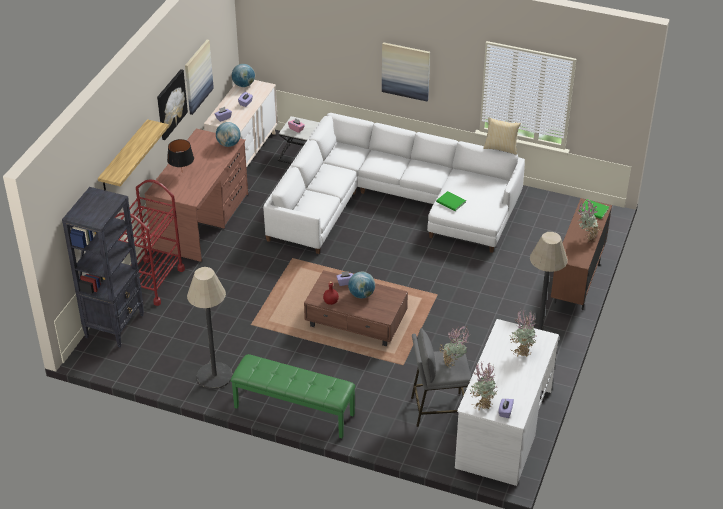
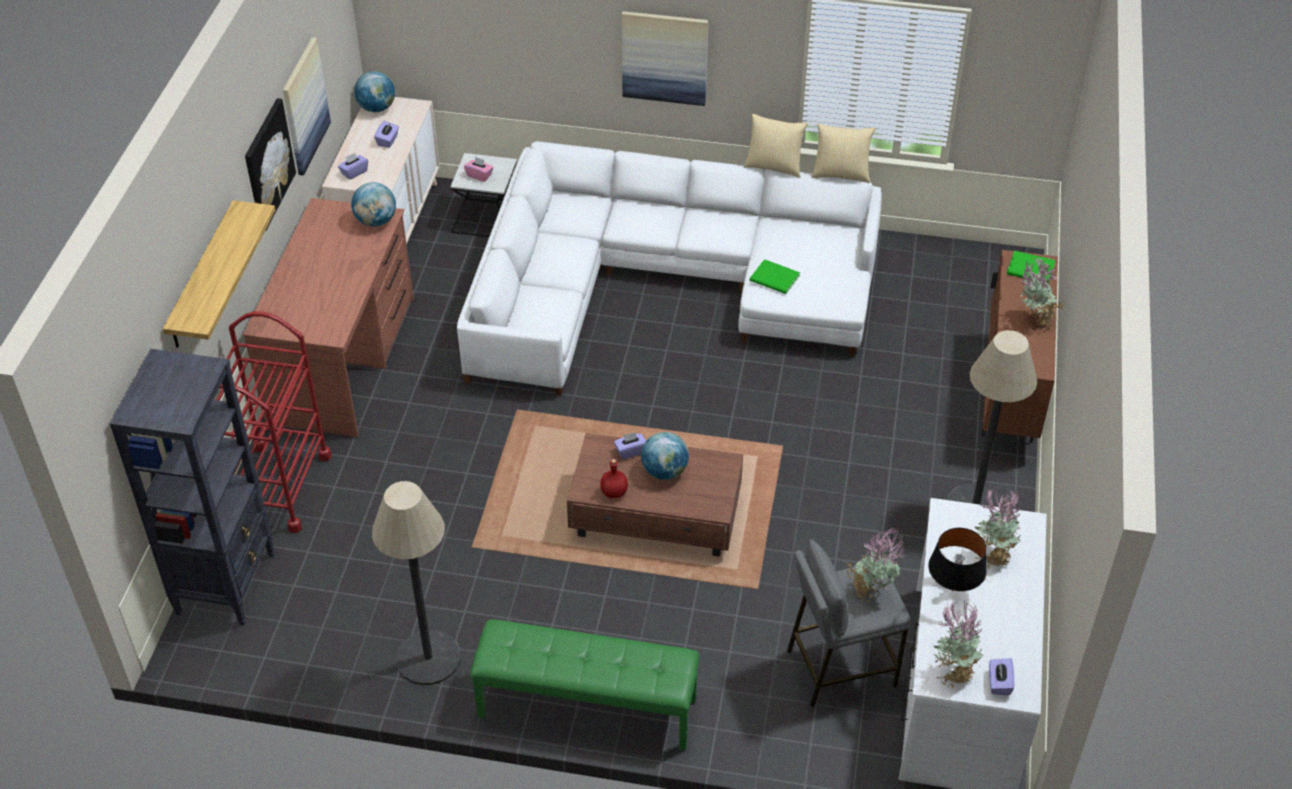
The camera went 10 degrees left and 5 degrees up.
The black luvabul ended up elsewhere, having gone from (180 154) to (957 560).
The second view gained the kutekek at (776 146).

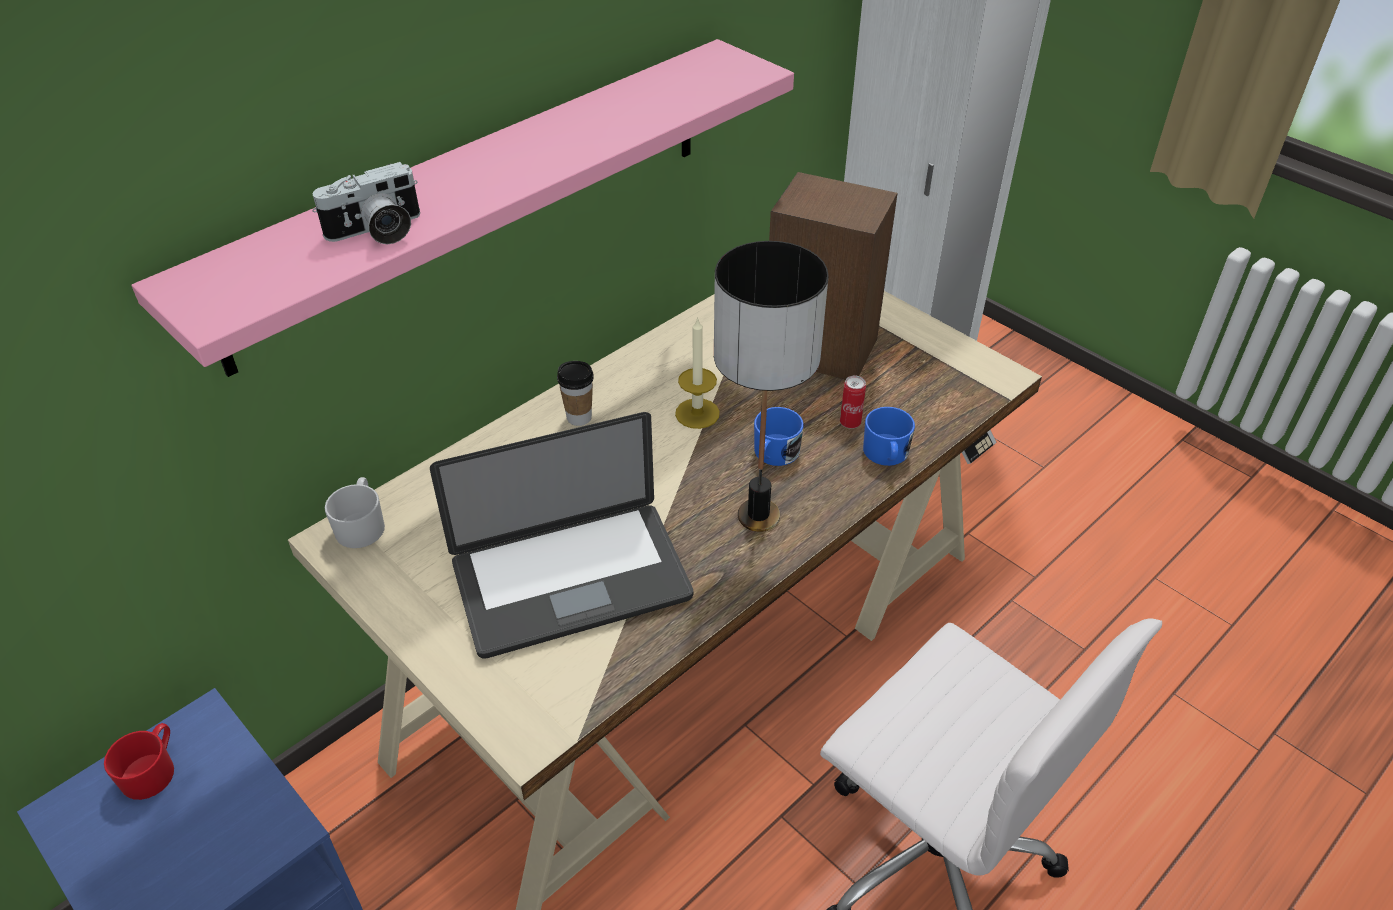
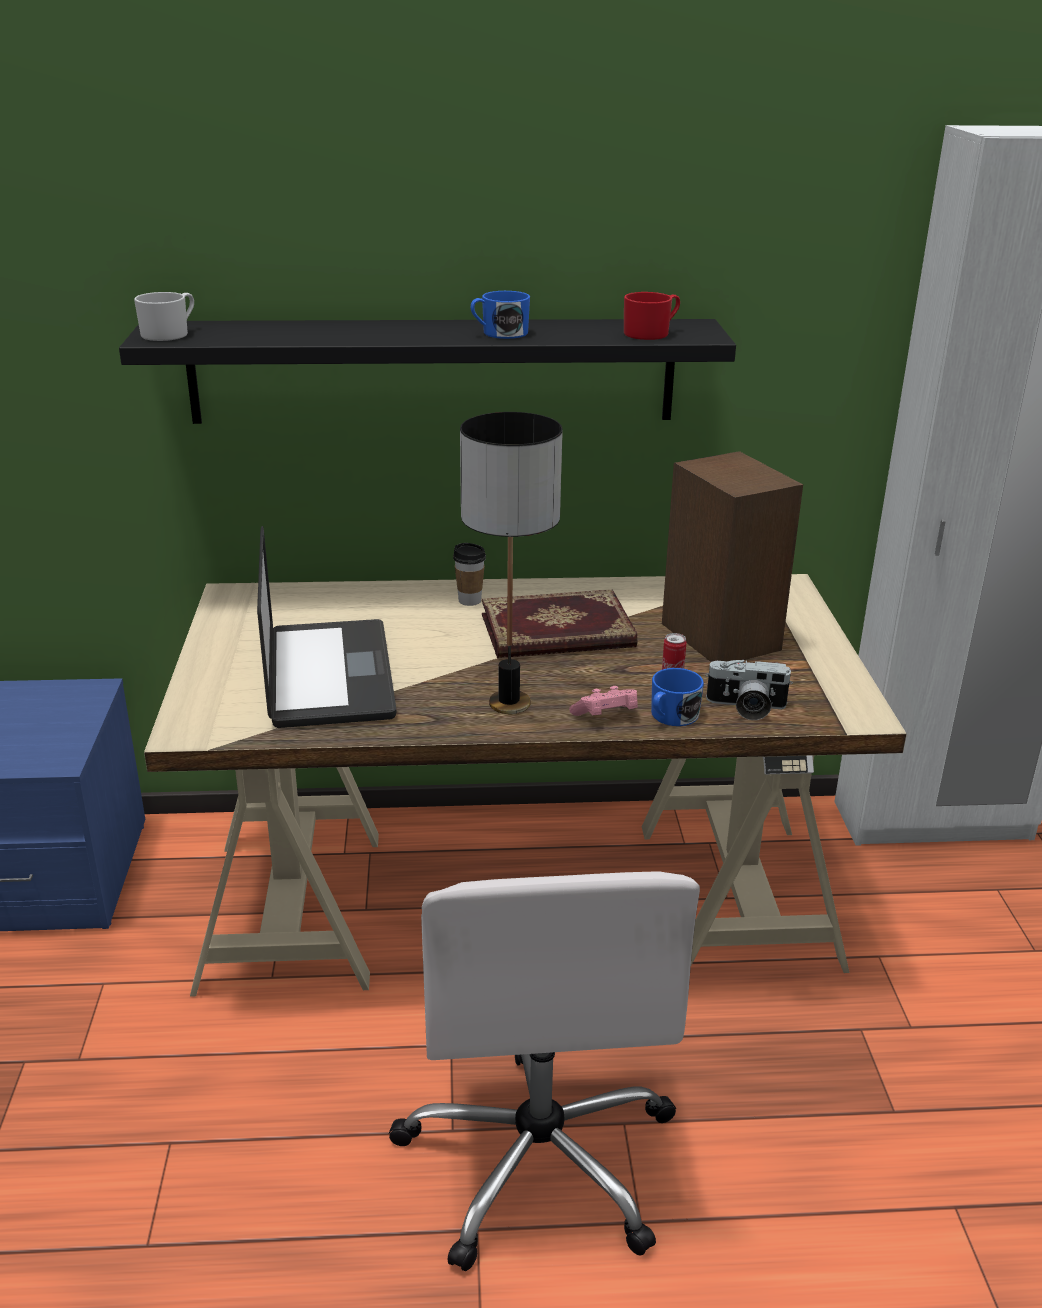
The camera went 40 degrees right and 15 degrees down.
What was the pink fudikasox at (462 208) turned into the black fudikasox at (427 371).
The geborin ended up elsewhere, having gone from (366 203) to (749 690).
Where the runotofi stood at (697 373), the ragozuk came to stand at (559 623).
The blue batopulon ended up elsewhere, having gone from (779 436) to (500 315).
The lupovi at (561 535) ended up facing another way, 120 degrees counterclockwise from before.
The white batopulon ended up elsewhere, having gone from (355 512) to (164 316).
The red batopulon ended up elsewhere, having gone from (139 761) to (652 316).
The second view gained the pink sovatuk at (603 701).

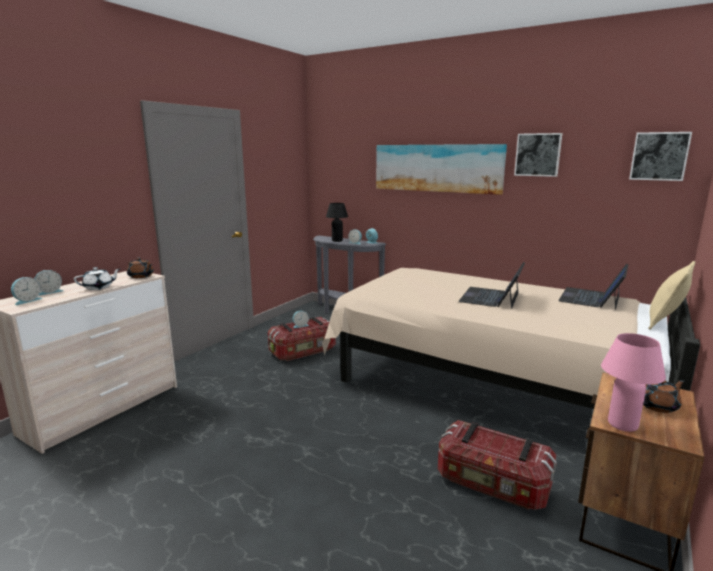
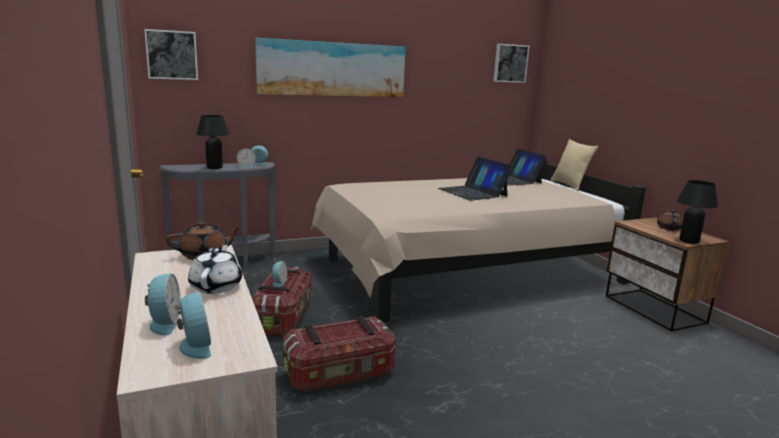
The camera went 55 degrees left and 0 degrees up.
The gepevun ended up elsewhere, having gone from (538 155) to (171 54).
What was the pink luvabul at (633 382) turned into the black luvabul at (697 212).
The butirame ended up elsewhere, having gone from (497 465) to (339 354).

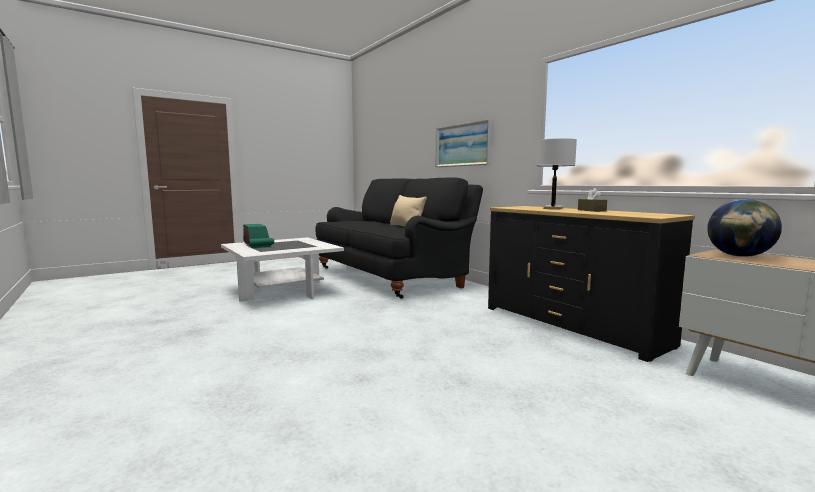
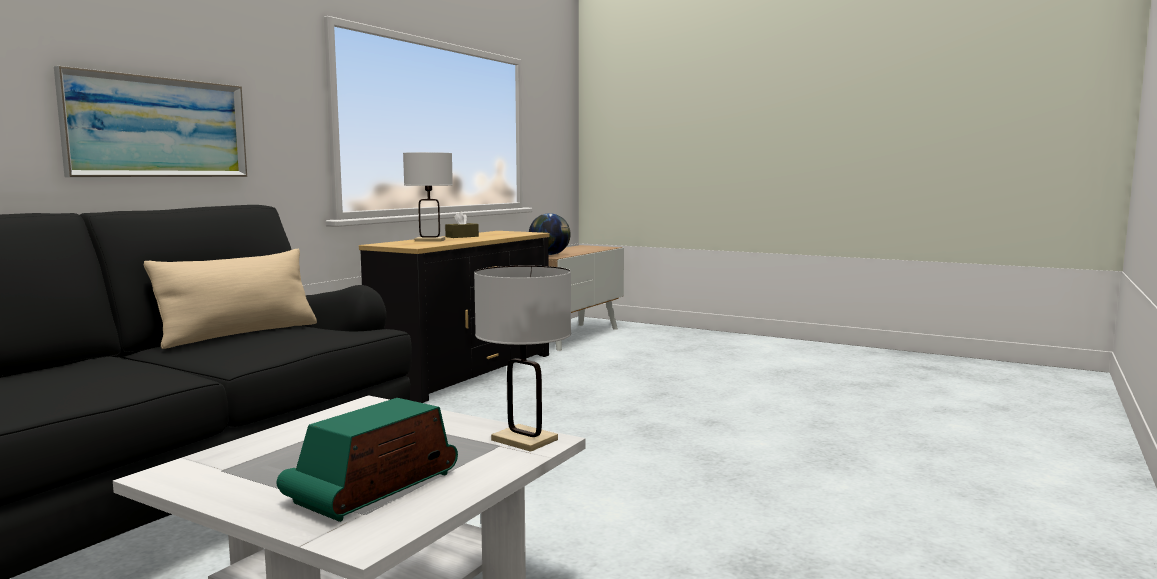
The camera went 115 degrees left and 0 degrees up.
The second view gained the white luvabul at (522 359).

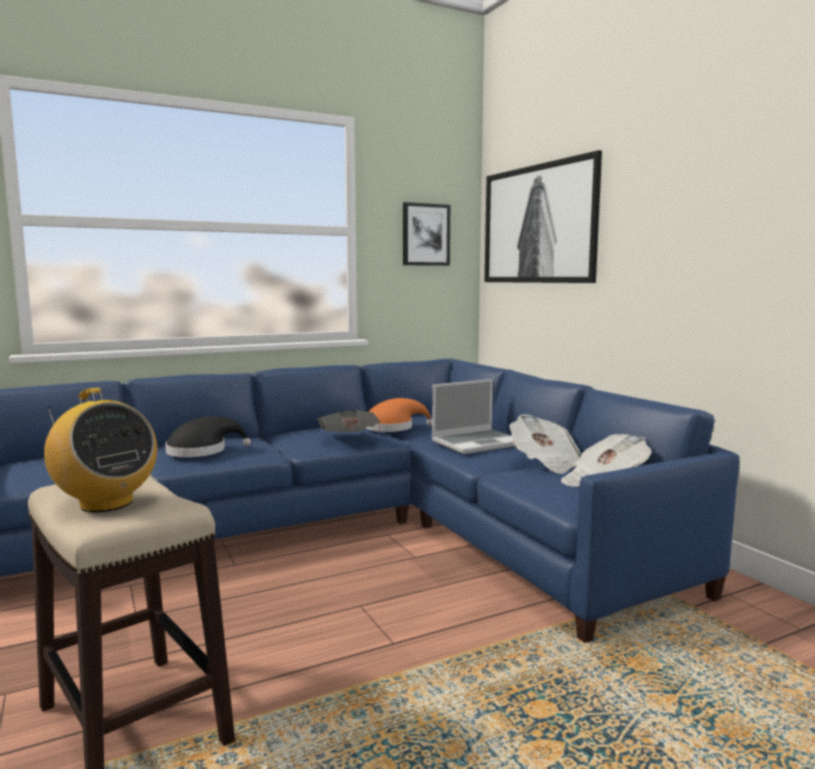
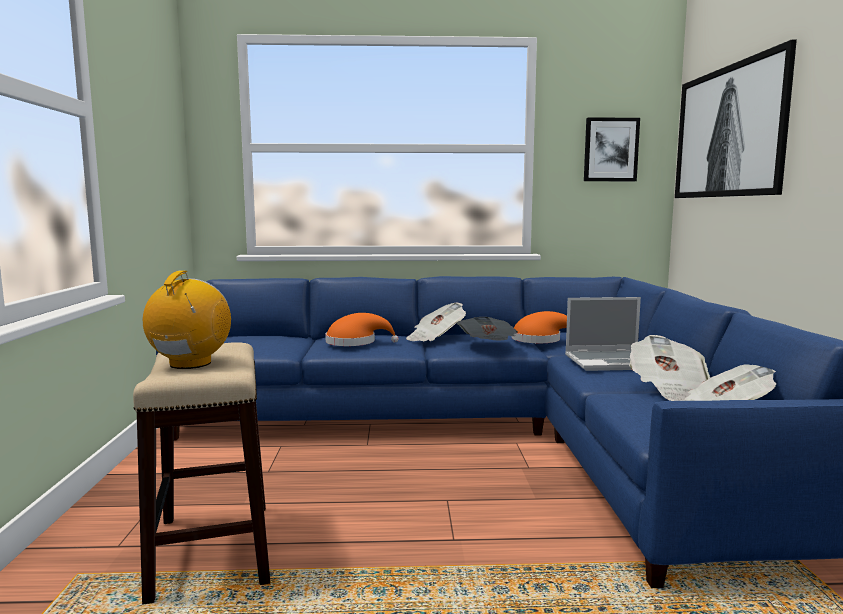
The camera went 25 degrees right and 0 degrees up.
The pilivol at (100 450) ended up facing another way, 150 degrees counterclockwise from before.
What was the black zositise at (208 436) turned into the orange zositise at (362 329).
The second view gained the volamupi at (436 322).

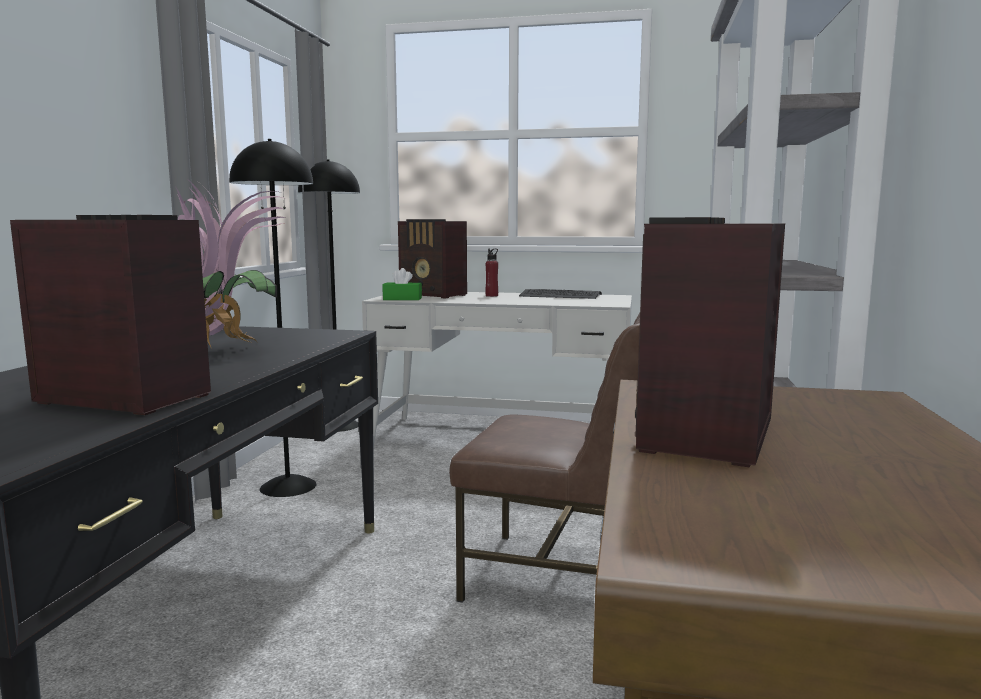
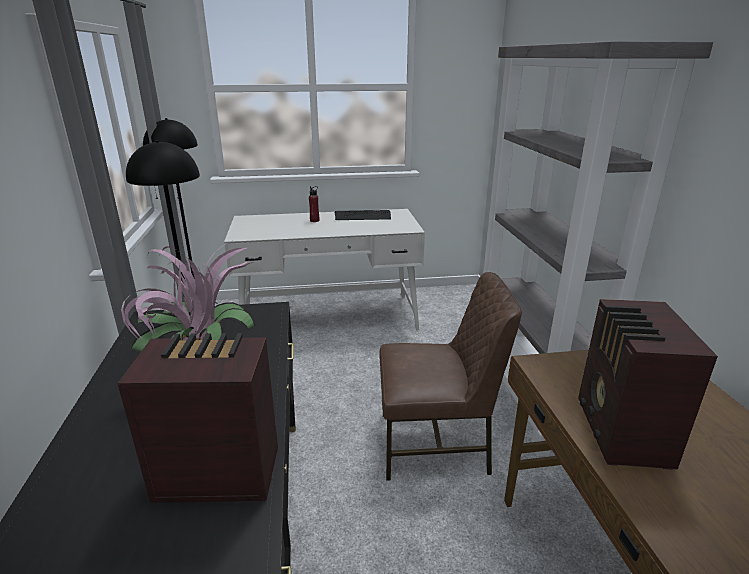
The camera went 20 degrees left and 15 degrees up.
The second view lost the pilivol at (432 258).
The second view lost the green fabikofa at (402 284).

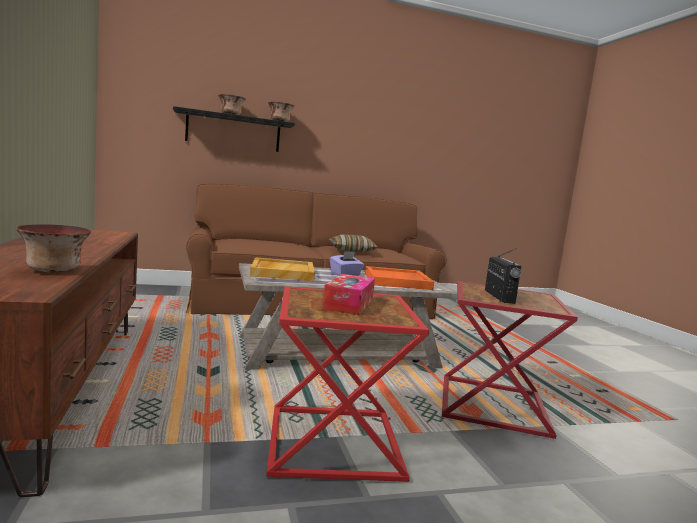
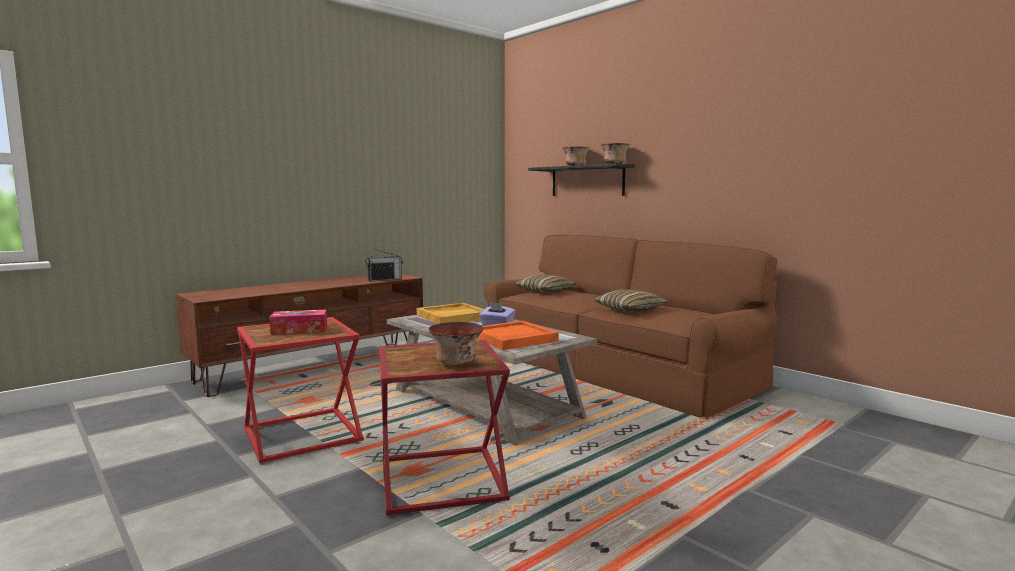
The camera went 65 degrees right and 0 degrees up.
The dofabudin ended up elsewhere, having gone from (53 248) to (456 343).
The pilivol ended up elsewhere, having gone from (503 276) to (384 264).
The second view gained the kutekek at (545 284).

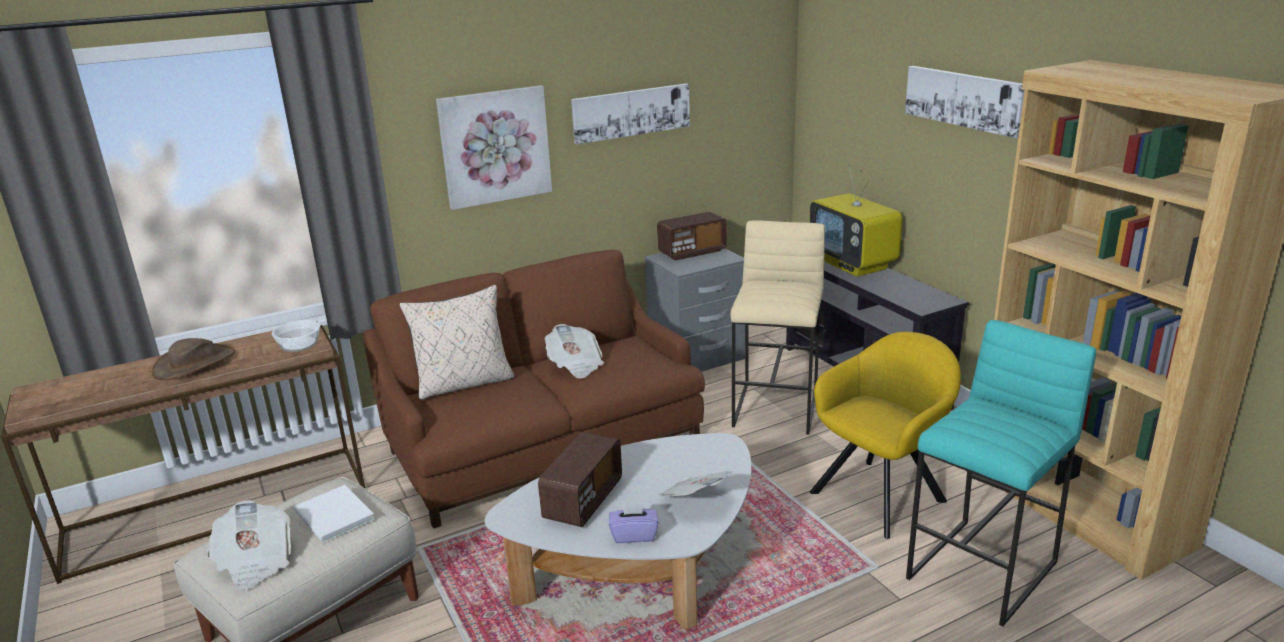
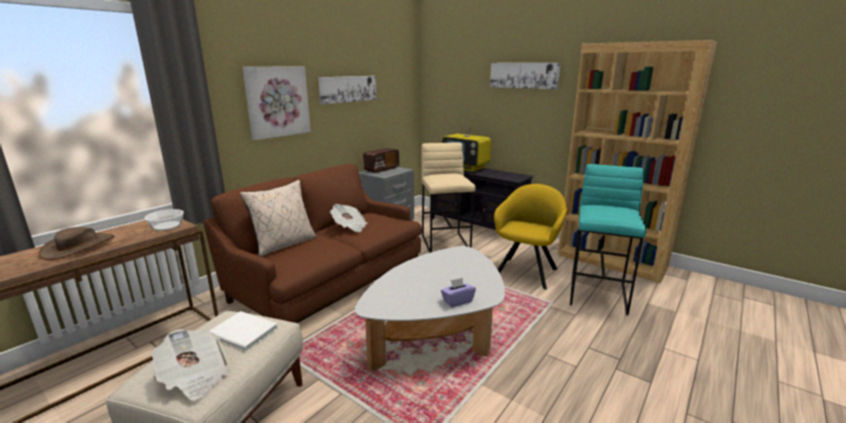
The camera went 25 degrees left and 5 degrees down.
The second view lost the pilivol at (580 479).
The second view lost the volamupi at (695 483).

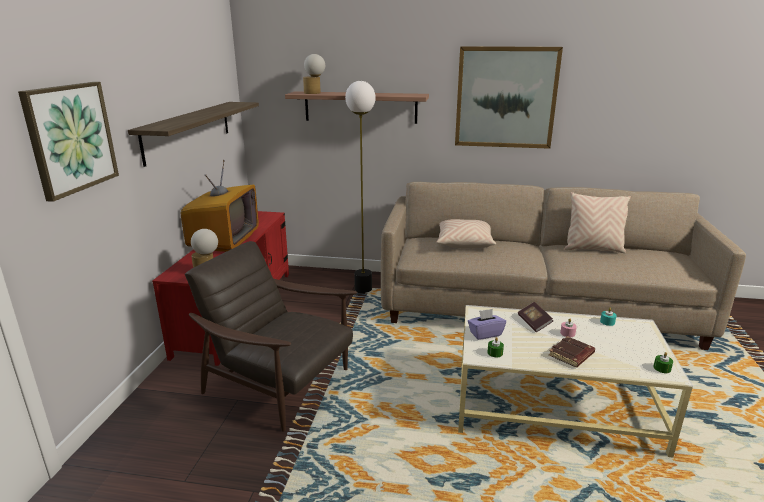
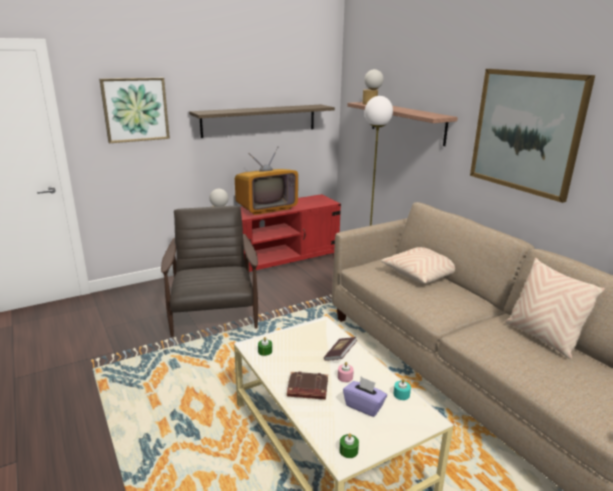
The camera went 50 degrees right and 0 degrees up.
The purple fabikofa ended up elsewhere, having gone from (487 324) to (365 397).

